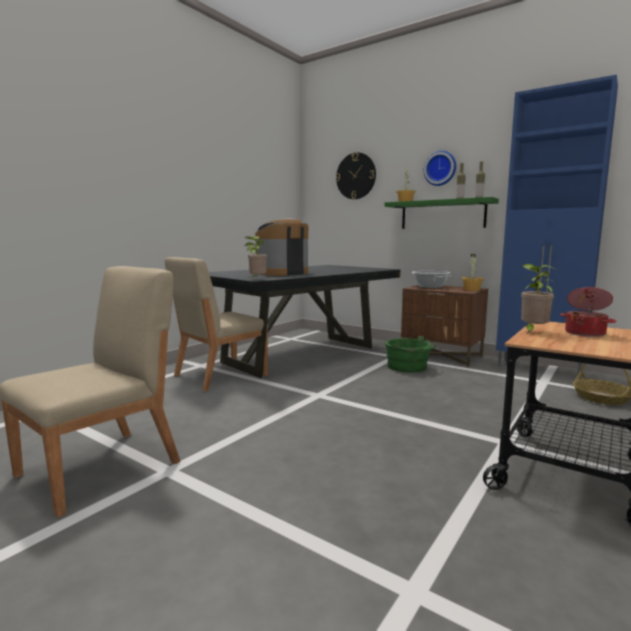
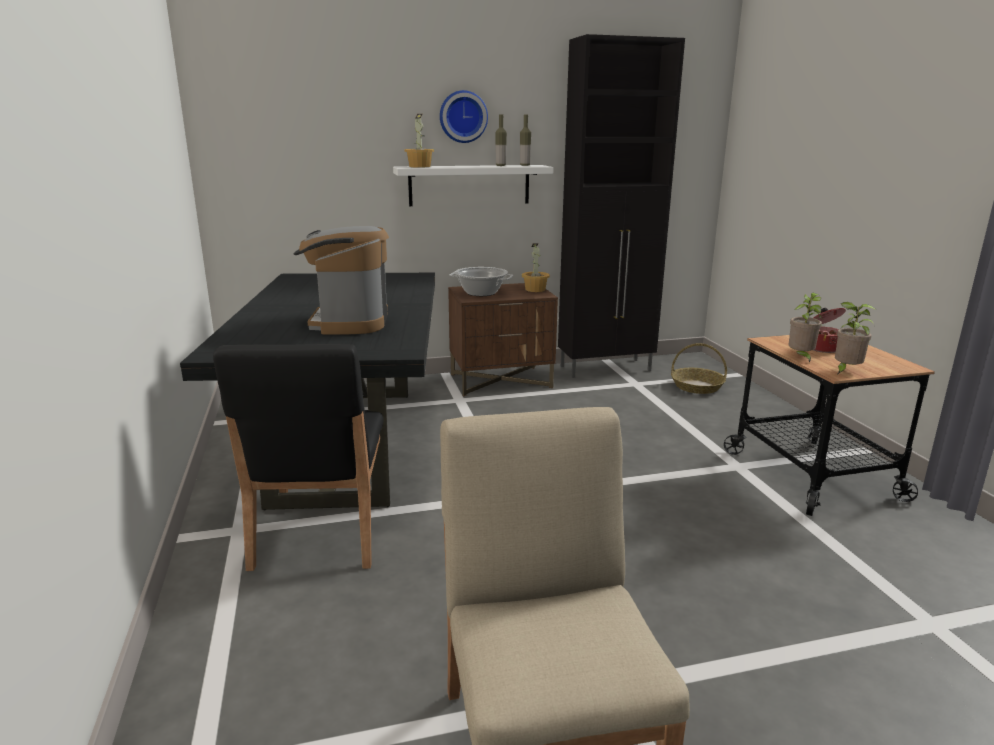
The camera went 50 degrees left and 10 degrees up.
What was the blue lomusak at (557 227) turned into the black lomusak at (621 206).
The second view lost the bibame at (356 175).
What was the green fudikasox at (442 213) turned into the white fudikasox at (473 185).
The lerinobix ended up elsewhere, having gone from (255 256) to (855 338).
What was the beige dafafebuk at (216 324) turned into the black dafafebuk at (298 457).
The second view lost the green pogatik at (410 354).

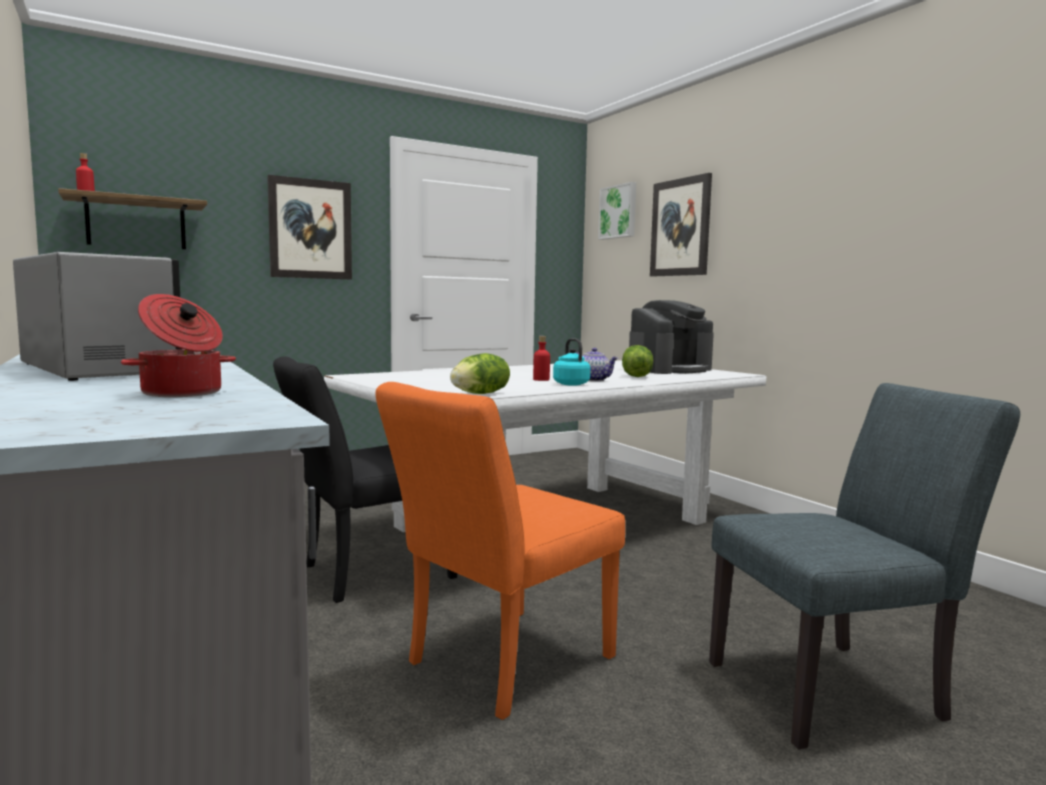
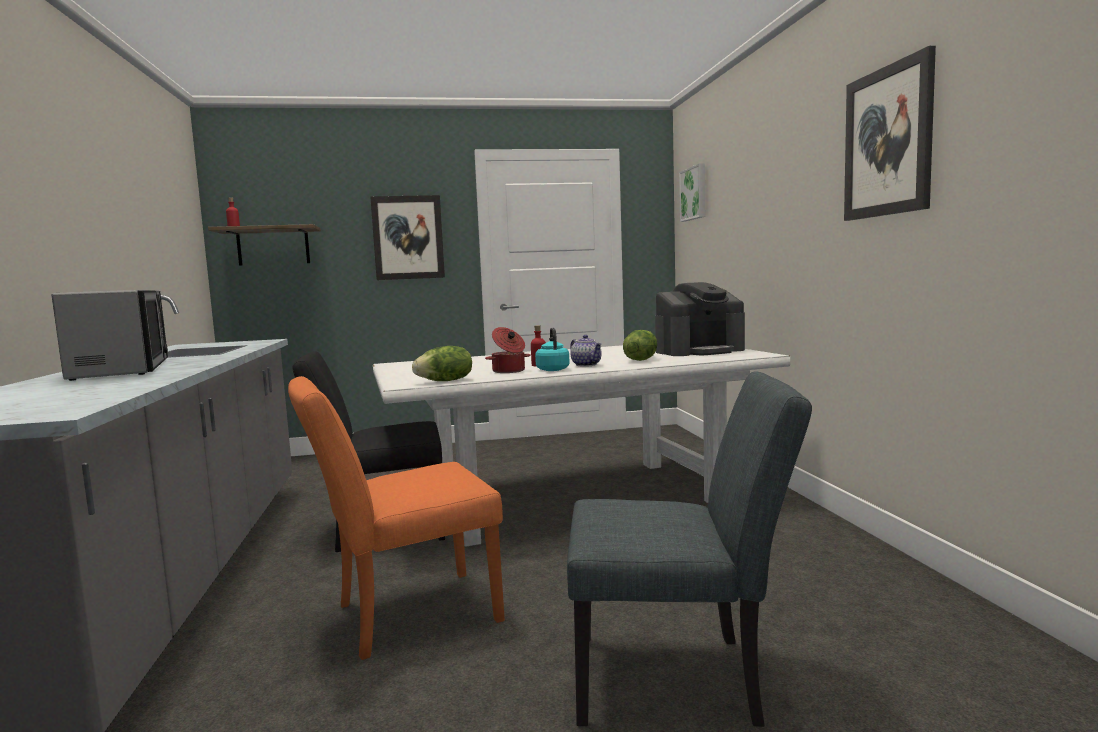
The camera went 20 degrees right and 0 degrees up.
The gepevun ended up elsewhere, having gone from (681 224) to (890 133).
The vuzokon ended up elsewhere, having gone from (178 345) to (508 350).

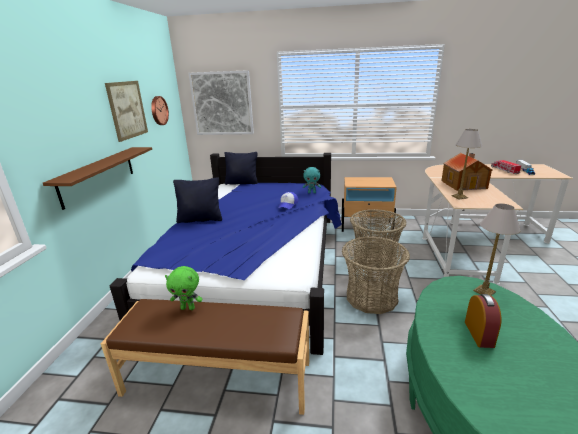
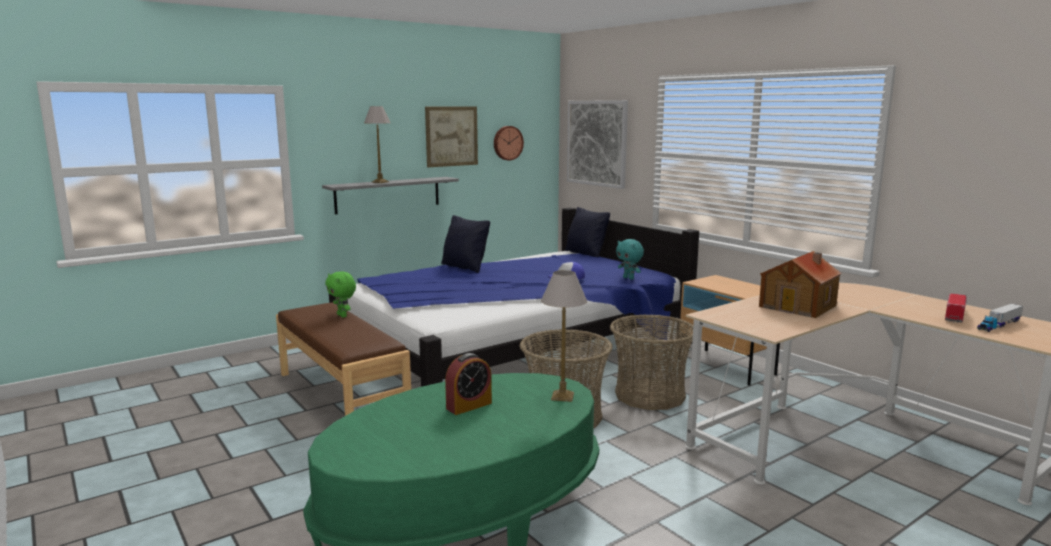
The camera went 45 degrees right and 10 degrees down.
The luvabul ended up elsewhere, having gone from (467 164) to (377 144).
What was the brown fudikasox at (97 178) turned into the grey fudikasox at (390 195).

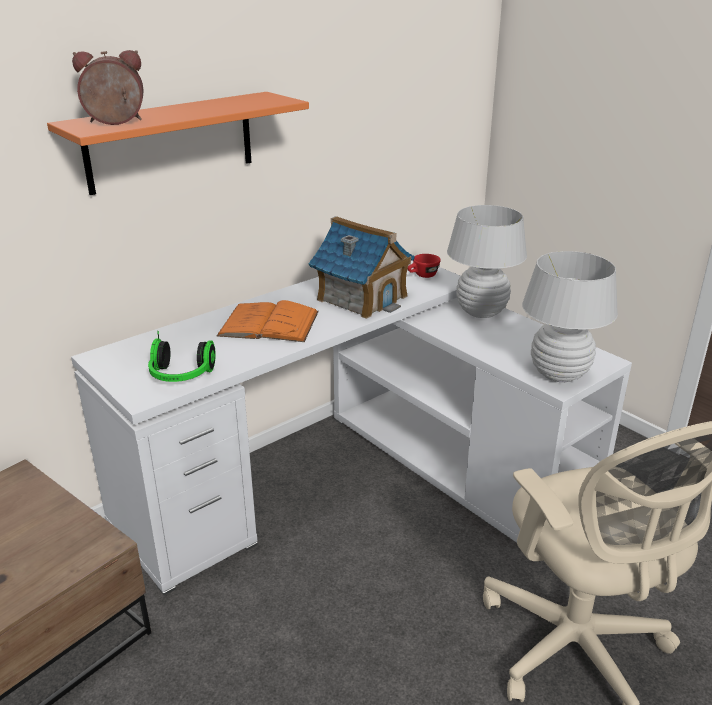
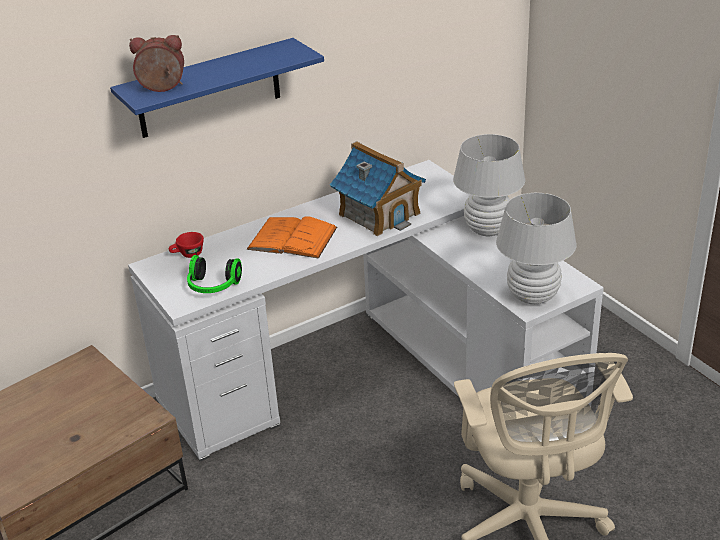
The camera went 10 degrees right and 5 degrees up.
What was the orange fudikasox at (178 143) turned into the blue fudikasox at (217 88).
The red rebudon ended up elsewhere, having gone from (424 266) to (186 245).

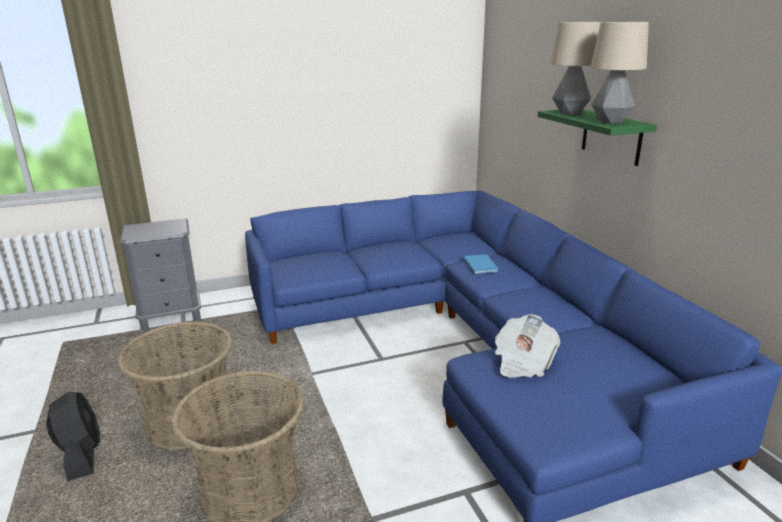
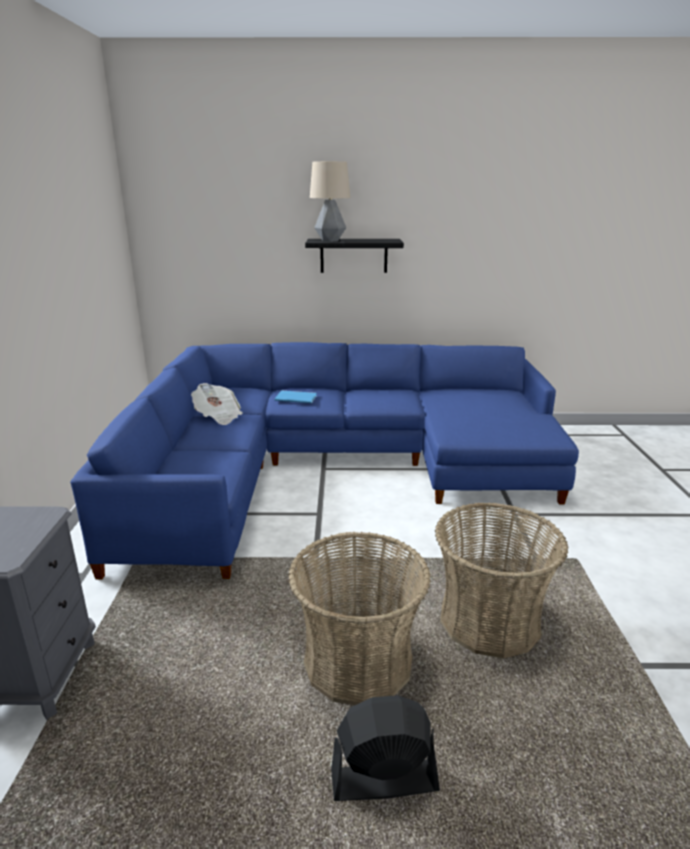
The camera went 70 degrees left and 0 degrees up.
The second view lost the luvabul at (619 73).
What was the green fudikasox at (597 137) turned into the black fudikasox at (354 256).
The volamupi ended up elsewhere, having gone from (527 346) to (217 404).

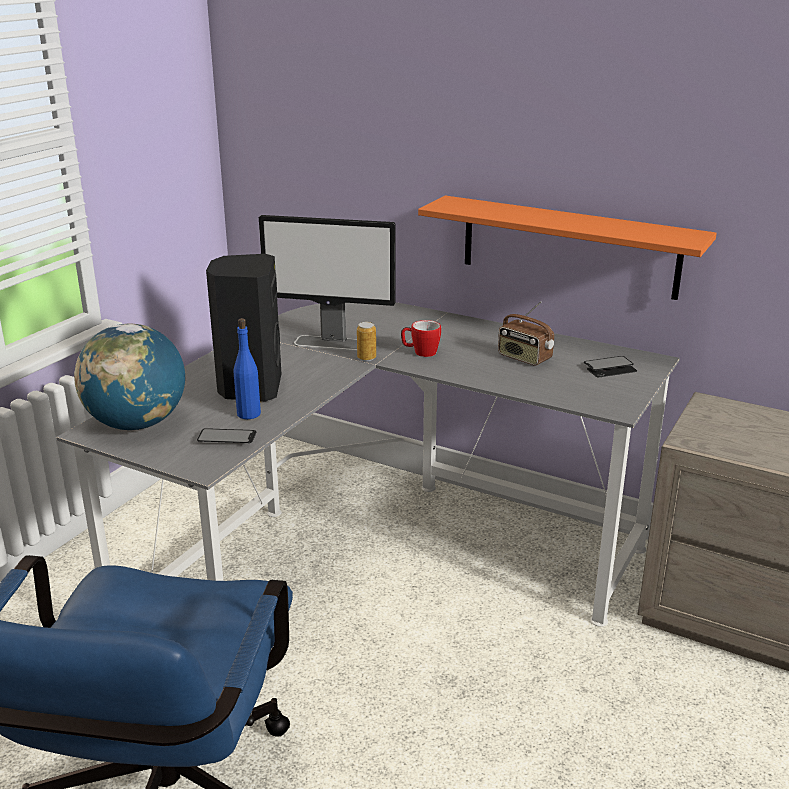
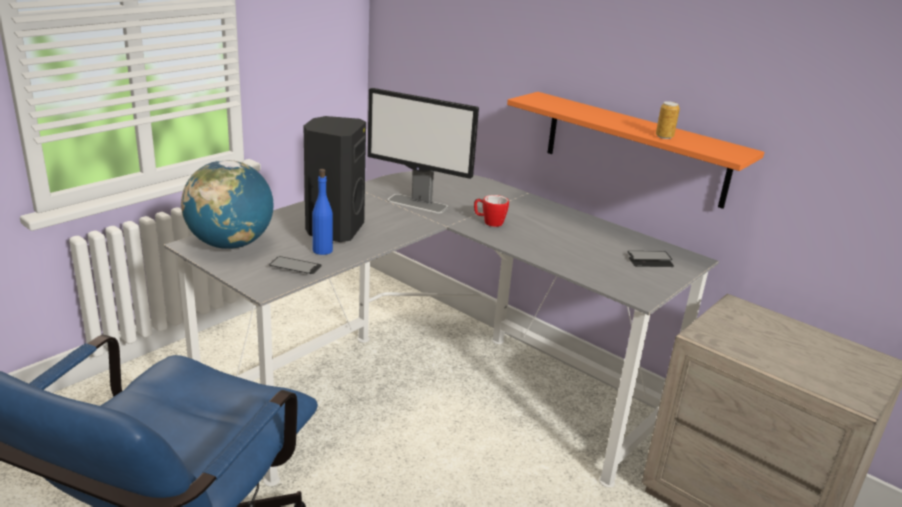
The camera went 10 degrees right and 0 degrees up.
The second view lost the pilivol at (526 334).
The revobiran ended up elsewhere, having gone from (366 341) to (668 120).

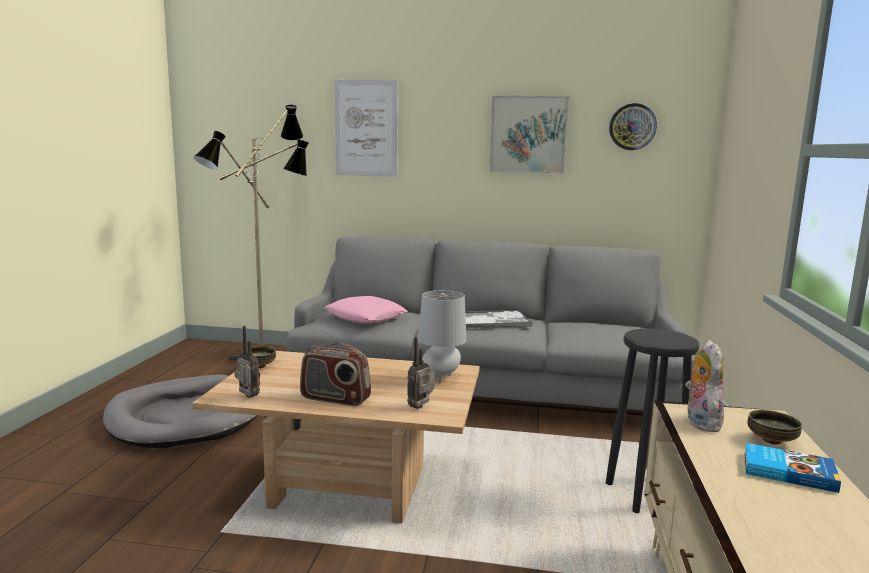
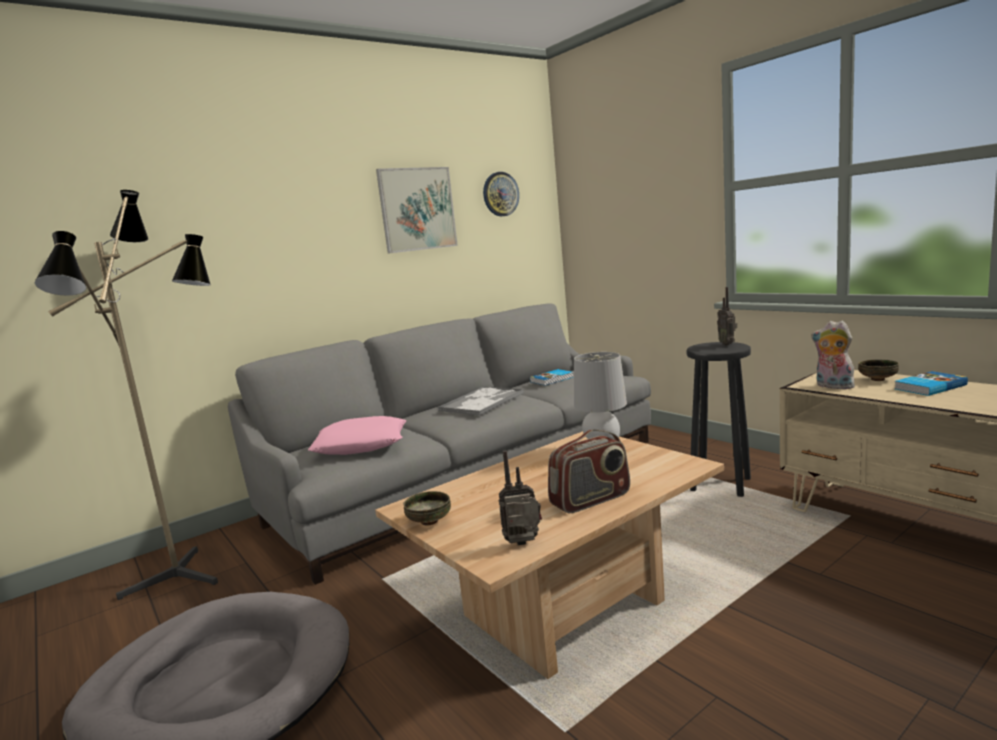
The camera went 45 degrees left and 0 degrees up.
The second view lost the gepevun at (366 128).
The pilivol ended up elsewhere, having gone from (421 373) to (727 316).
The second view gained the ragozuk at (551 377).

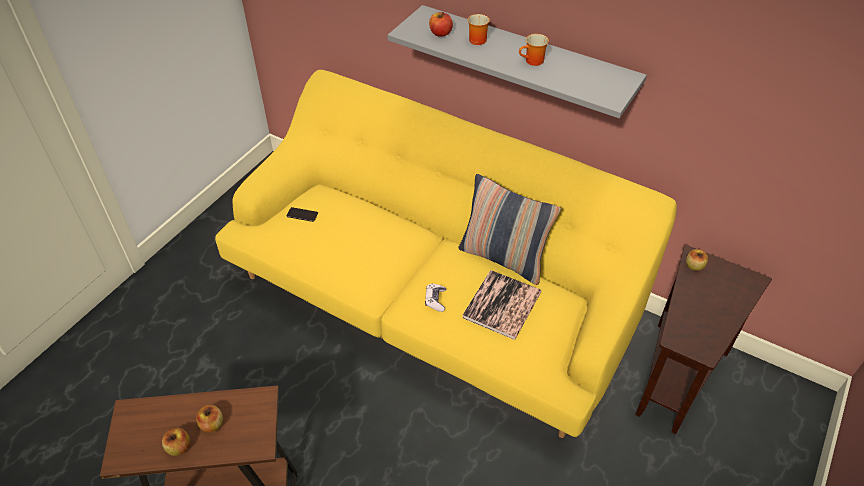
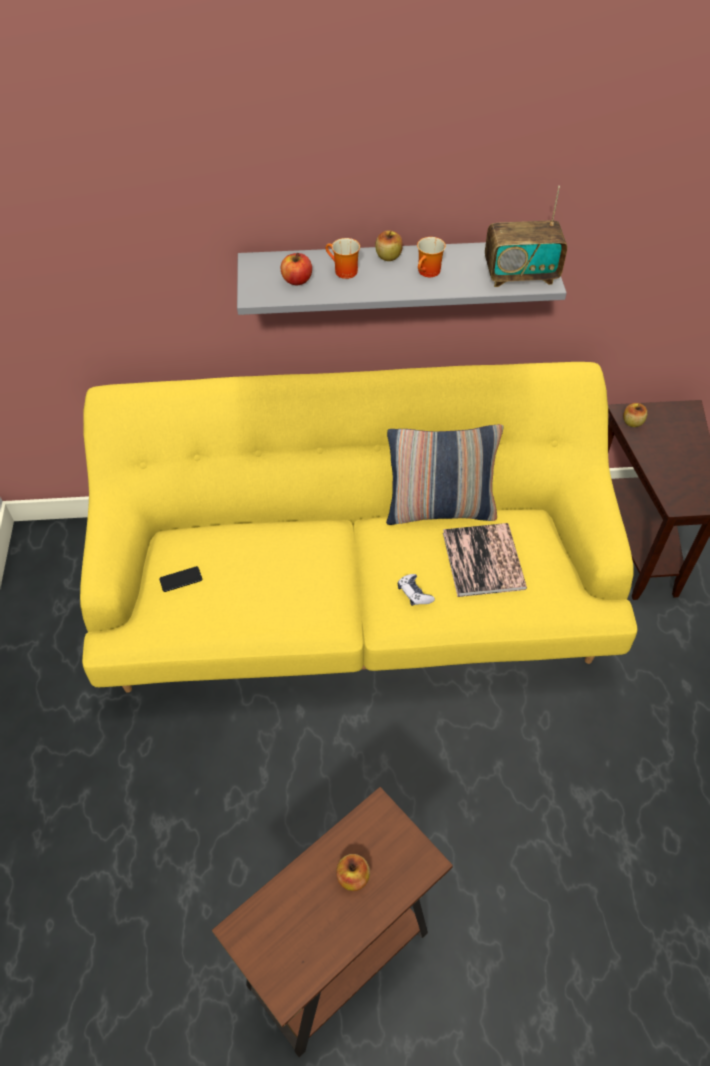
The camera went 35 degrees left and 5 degrees up.
The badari ended up elsewhere, having gone from (176 442) to (389 245).
The second view gained the pilivol at (526 236).

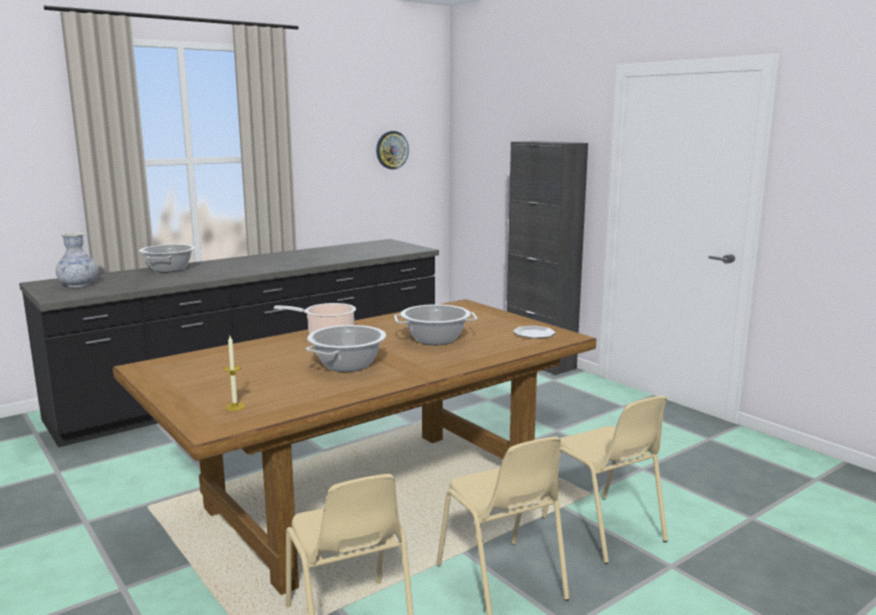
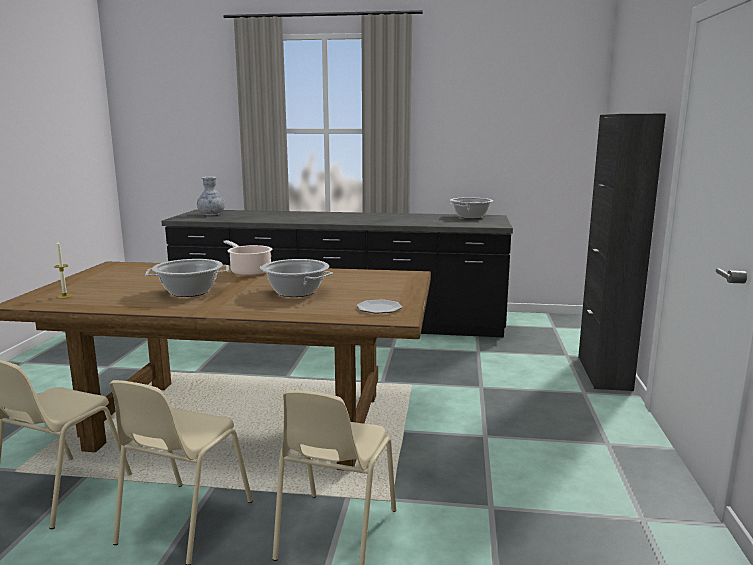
The camera went 45 degrees right and 0 degrees up.
The second view lost the bibame at (392 150).
The vuzokon ended up elsewhere, having gone from (167 258) to (471 208).

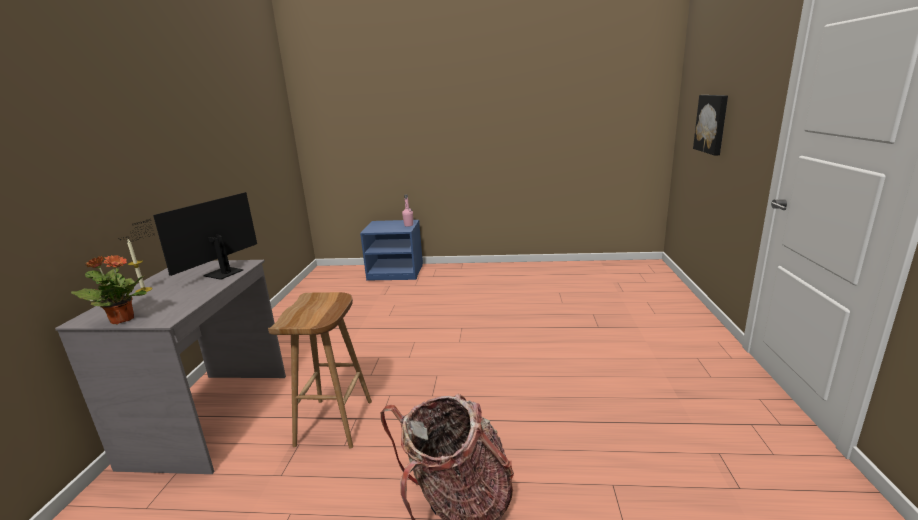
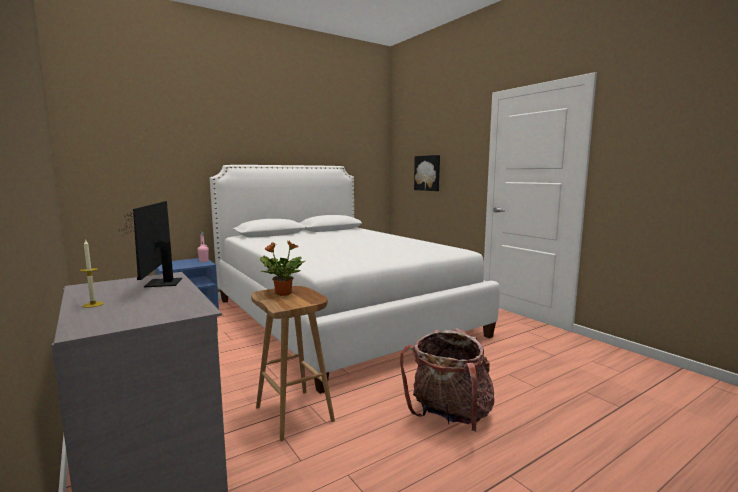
The camera went 40 degrees left and 10 degrees down.
The lerinobix ended up elsewhere, having gone from (108 289) to (282 268).
The second view gained the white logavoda at (354 279).

